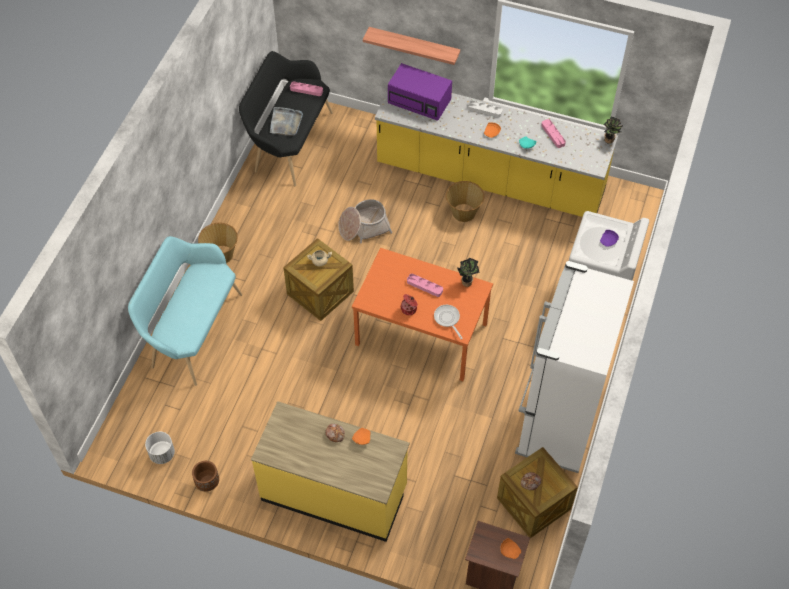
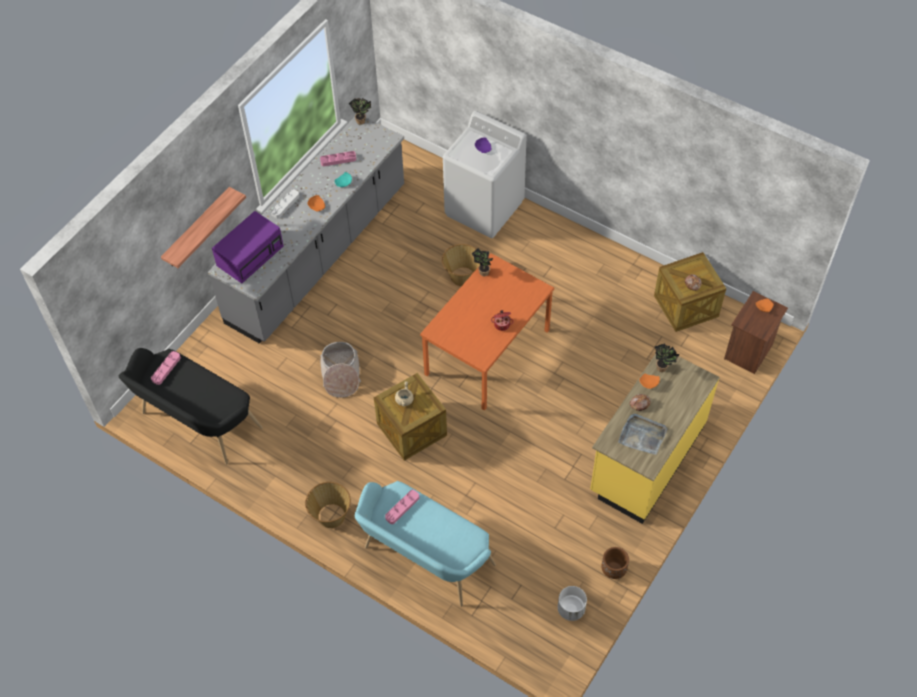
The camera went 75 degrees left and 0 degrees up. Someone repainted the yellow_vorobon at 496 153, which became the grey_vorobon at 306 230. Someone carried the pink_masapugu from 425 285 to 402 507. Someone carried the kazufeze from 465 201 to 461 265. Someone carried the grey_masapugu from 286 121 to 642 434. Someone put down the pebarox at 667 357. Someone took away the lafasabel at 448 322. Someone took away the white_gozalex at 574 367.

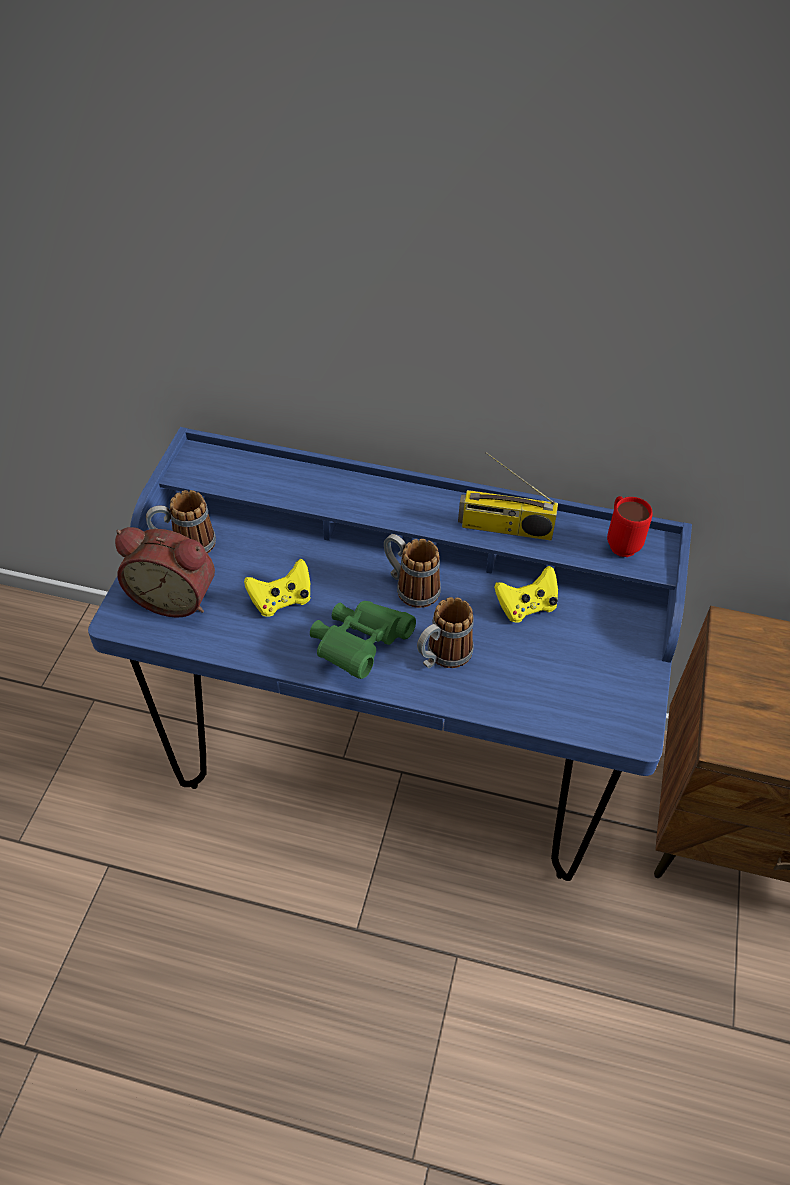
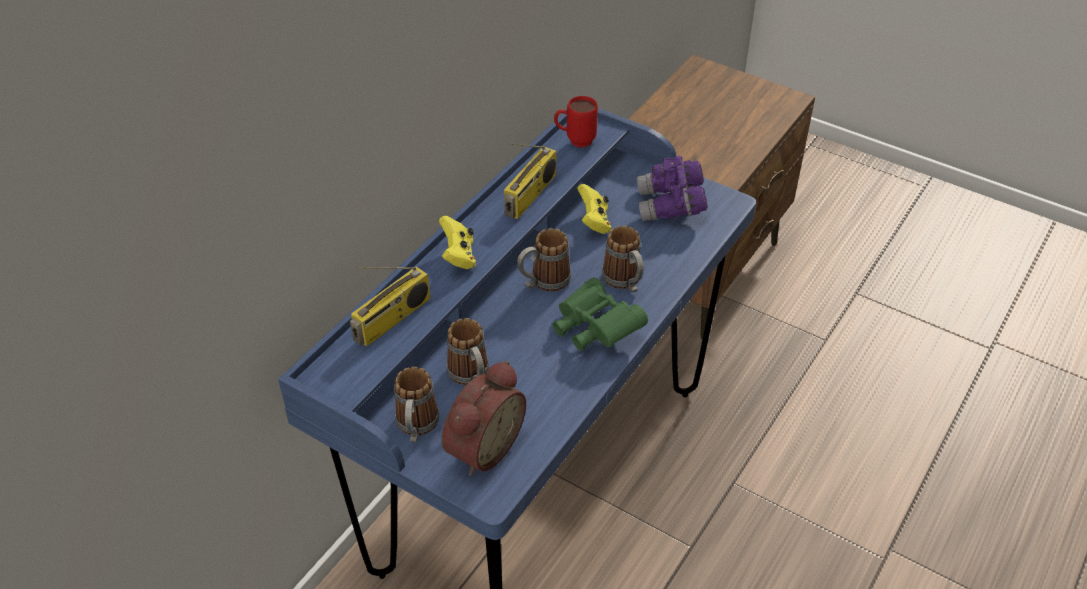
The camera went 70 degrees left and 5 degrees down. Someone put down the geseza at 390 306. Someone carried the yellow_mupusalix from 277 588 to 457 242. Someone put down the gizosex at 468 351. Someone put down the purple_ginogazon at 672 188.

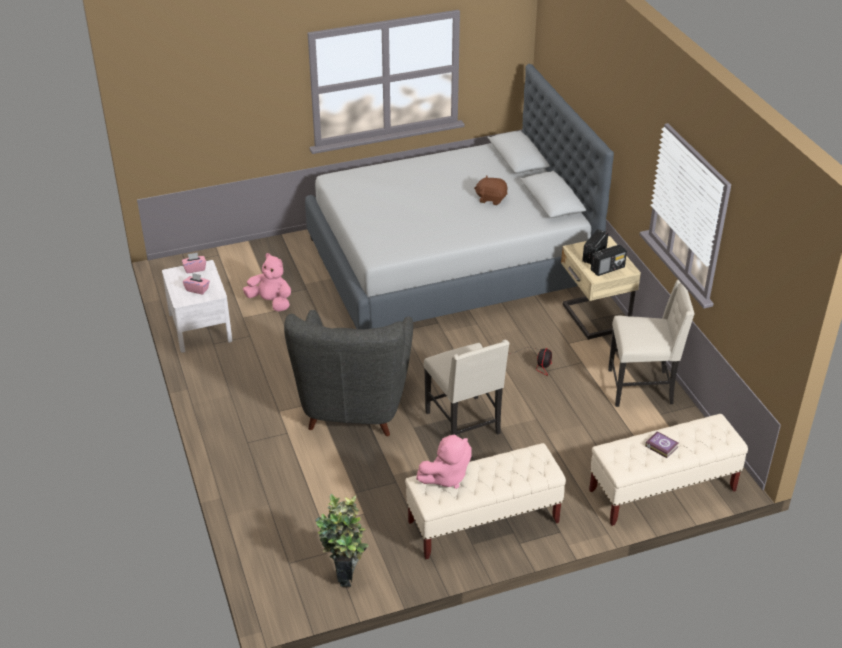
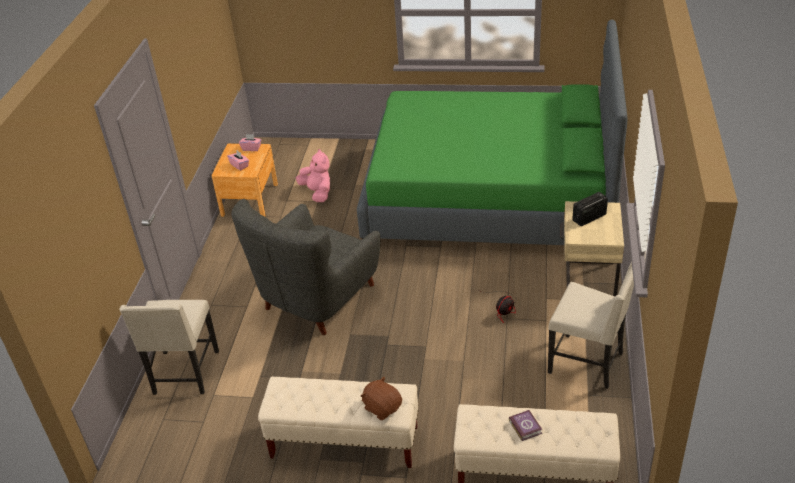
The camera went 30 degrees right and 0 degrees up. Someone carried the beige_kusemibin from 466 388 to 169 347. Someone repainted the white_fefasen at 197 306, which became the brown_fefasen at 244 180. Someone repainted the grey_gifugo at 459 196, which became the green_gifugo at 492 132. Someone carried the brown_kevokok from 491 190 to 381 398. Someone took away the pebarox at 342 540. Someone took away the pink_kevokok at 444 461. Someone took away the geseza at 609 260.

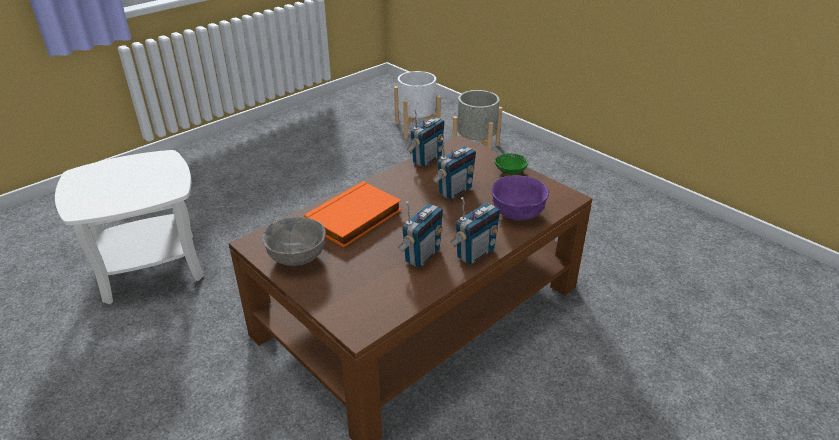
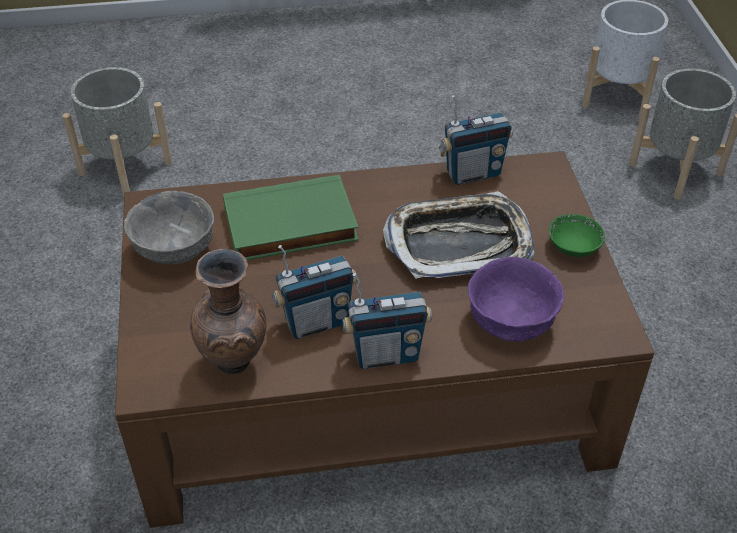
The camera went 35 degrees right and 10 degrees up. Someone swapped the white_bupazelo at 129 227 for the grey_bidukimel at 117 132. Someone put down the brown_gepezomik at 228 311. Someone repainted the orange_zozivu at 353 214, which became the green_zozivu at 291 217. Someone swapped the geseza at 454 169 for the masapugu at 459 235.

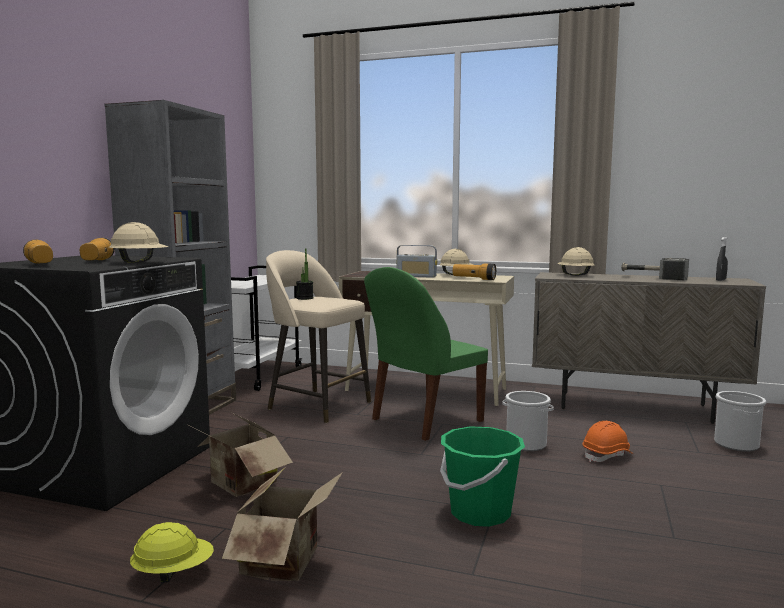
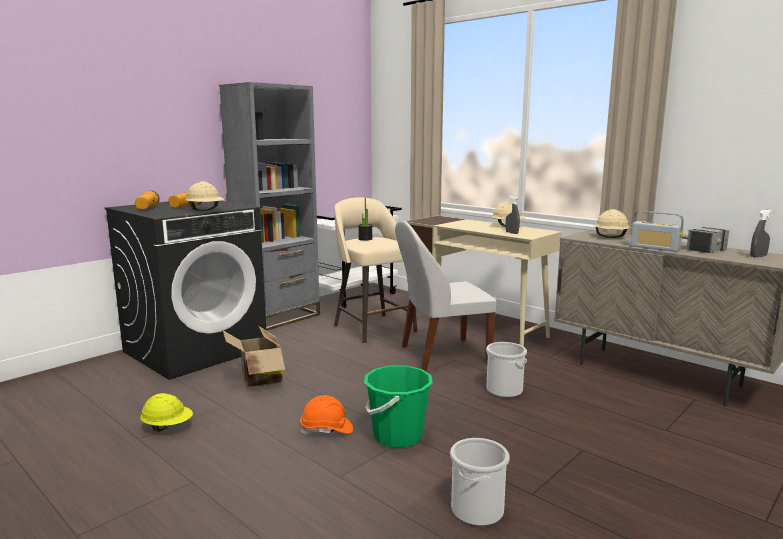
The camera went 25 degrees right and 5 degrees up. Someone carried the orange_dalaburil from 607 441 to 326 414. Someone repainted the green_kusemibin at 426 354, which became the white_kusemibin at 446 296. Someone carried the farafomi from 740 421 to 480 482. Someone swapped the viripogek at 474 271 for the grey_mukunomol at 512 215. Someone carried the geseza from 416 261 to 657 231. Someone took away the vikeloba at 282 524.

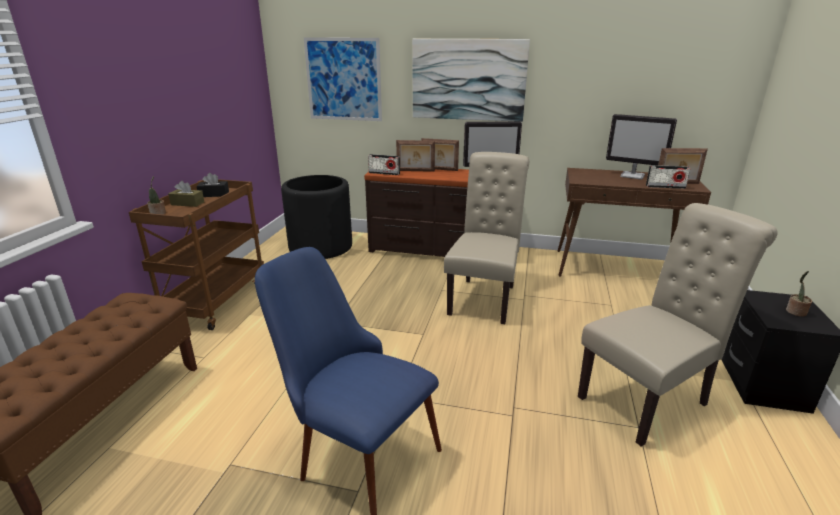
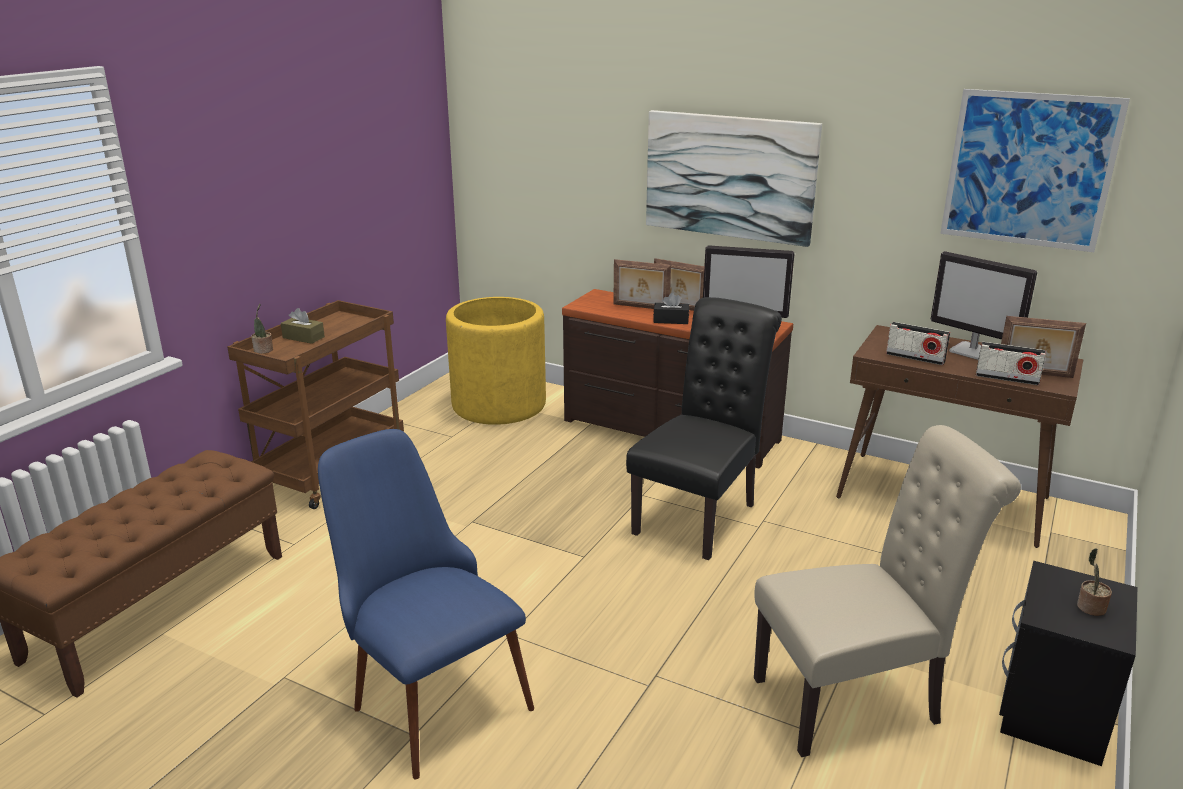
The camera went 15 degrees right and 0 degrees up. Someone repainted the black_bidukimel at 316 217, which became the yellow_bidukimel at 496 361. Someone repainted the beige_kusemibin at 486 238, which became the black_kusemibin at 704 428. Someone carried the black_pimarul from 212 185 to 671 308. Someone carried the geseza from 384 164 to 918 343. Someone carried the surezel from 343 79 to 1035 170.

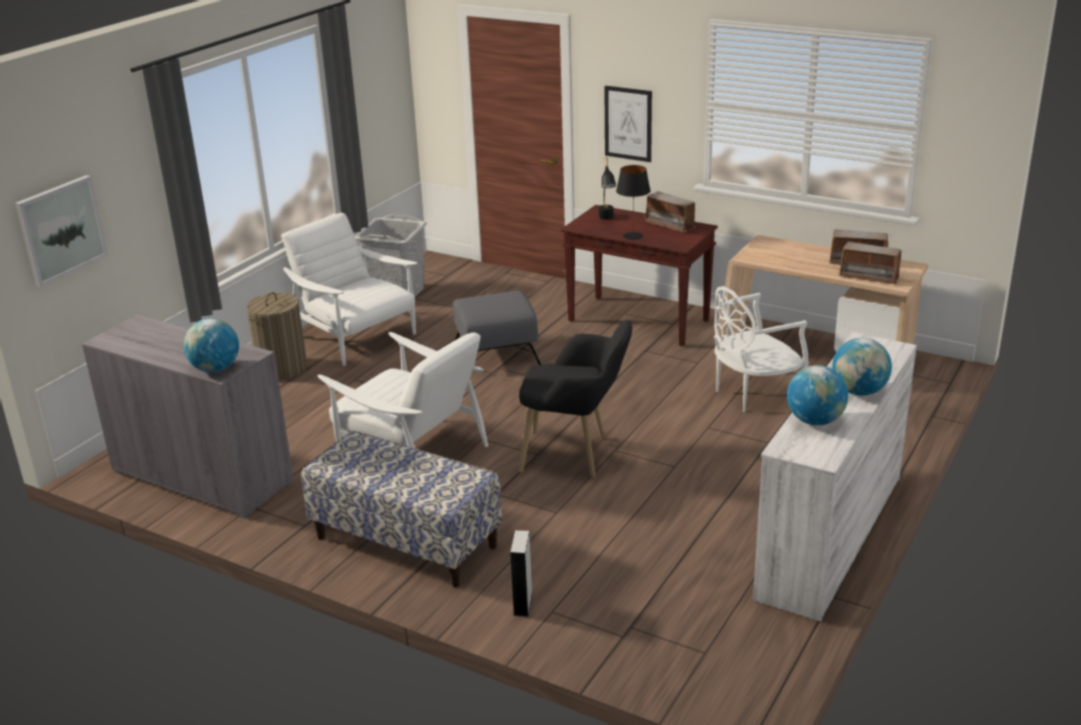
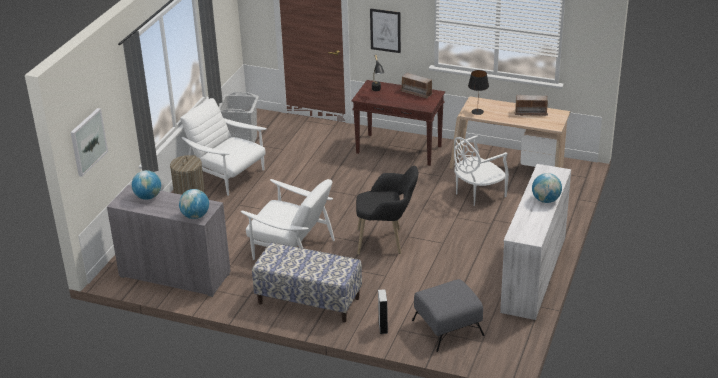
The camera went 10 degrees left and 5 degrees up. Someone carried the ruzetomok from 817 395 to 146 185. Someone carried the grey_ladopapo from 497 328 to 448 315. Someone carried the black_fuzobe from 633 202 to 478 92. Someone took away the geseza at 871 263.

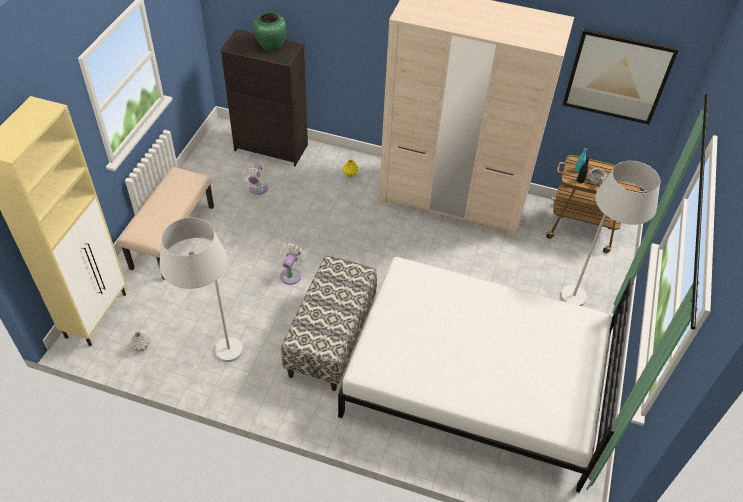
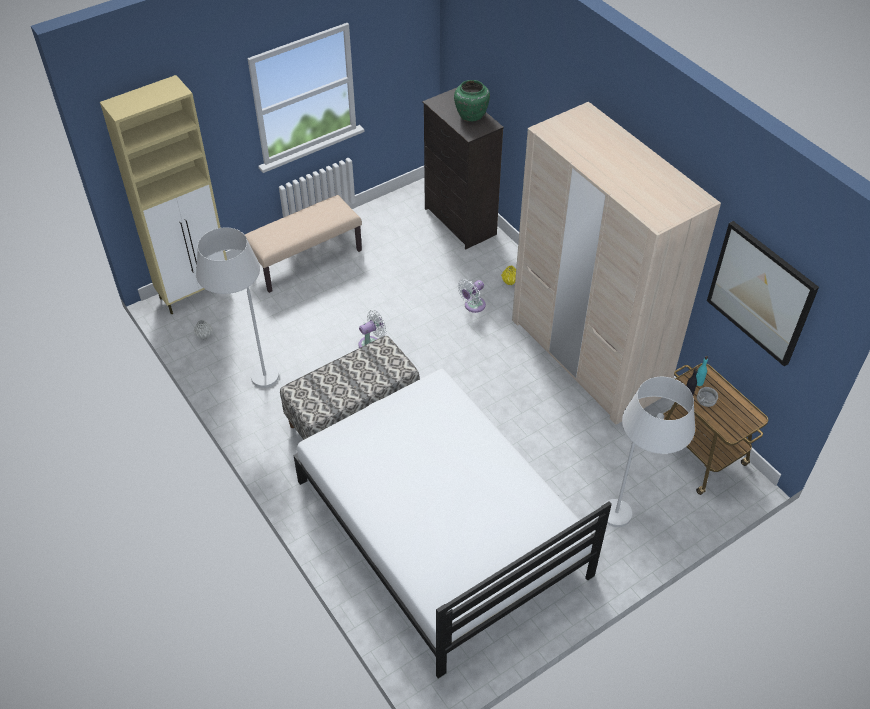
The camera went 40 degrees right and 0 degrees up. Someone carried the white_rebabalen from 255 180 to 472 296.

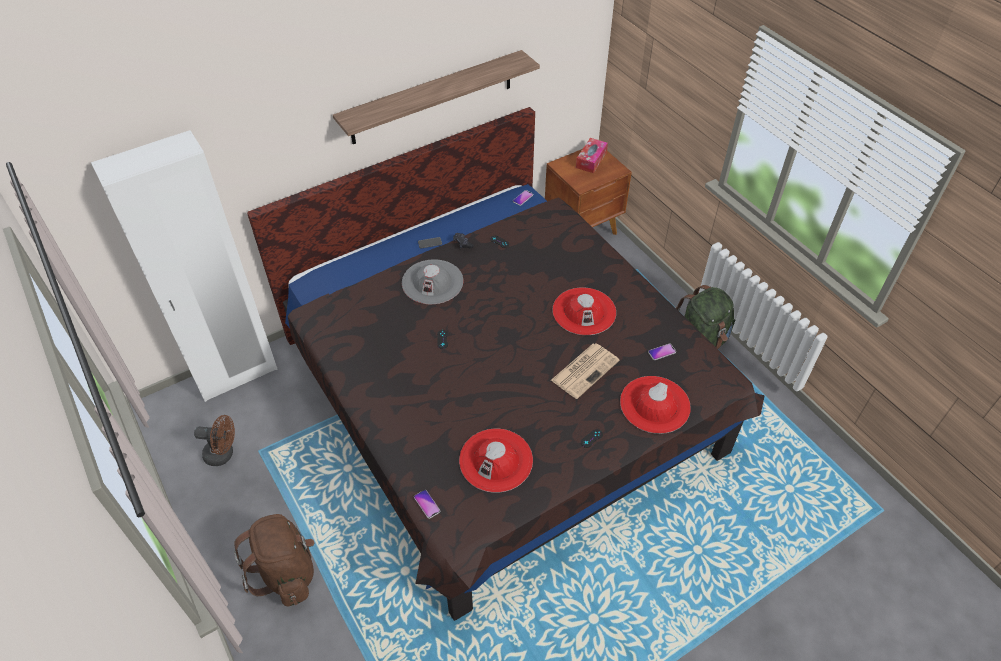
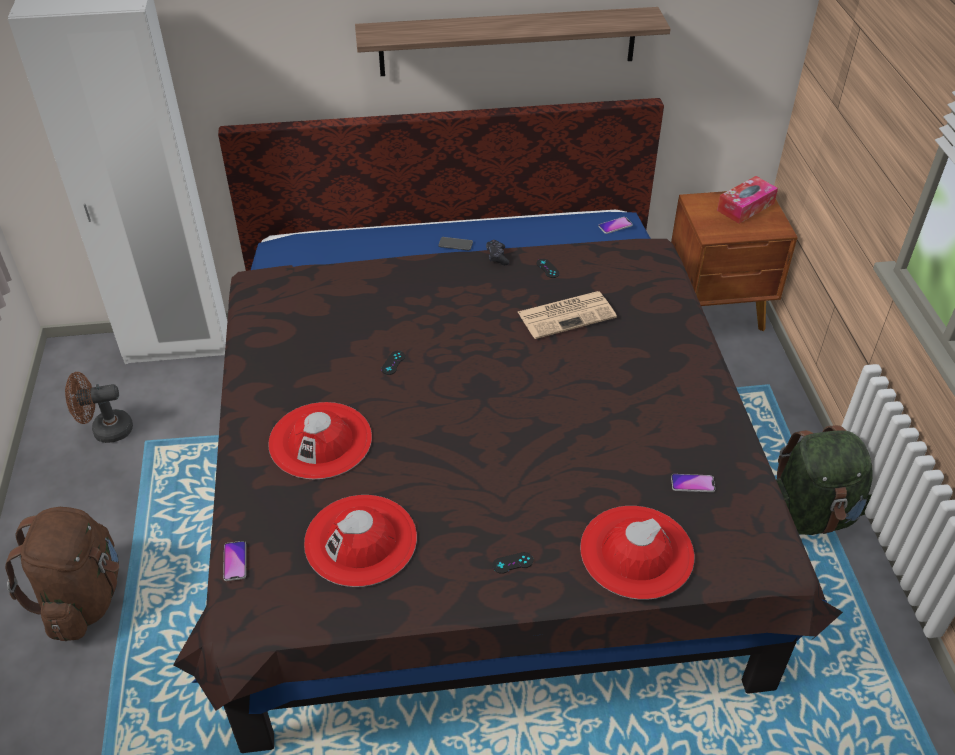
The camera went 25 degrees right and 5 degrees down. Someone rotated the brown_rebabalen at 214 440 by 135 degrees clockwise. Someone carried the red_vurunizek from 584 311 to 320 440. Someone carried the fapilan from 585 371 to 567 315. Someone took away the grey_vurunizek at 432 281.

